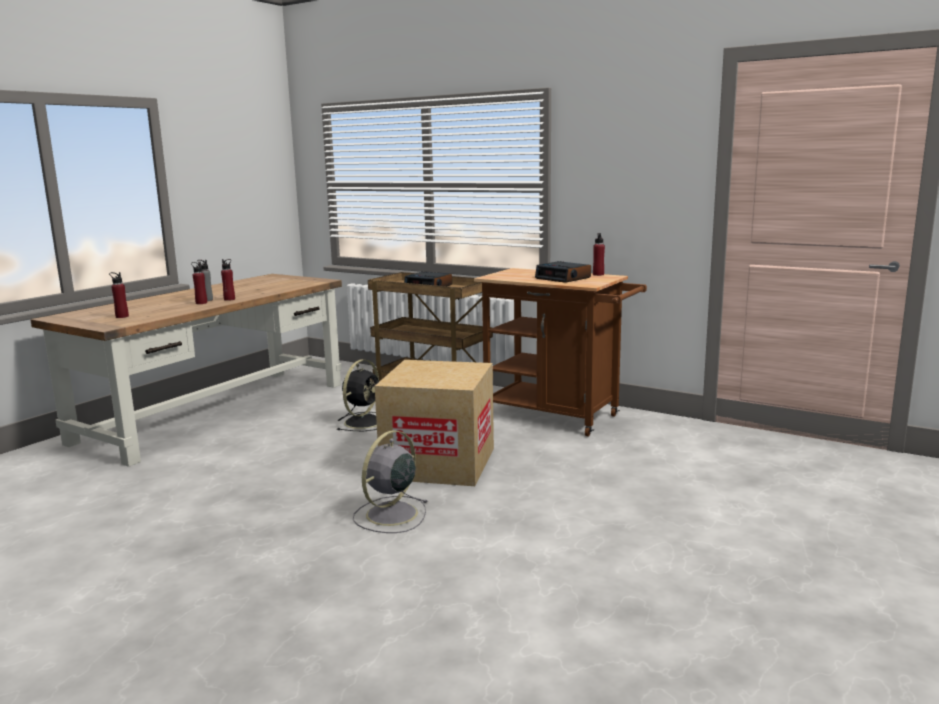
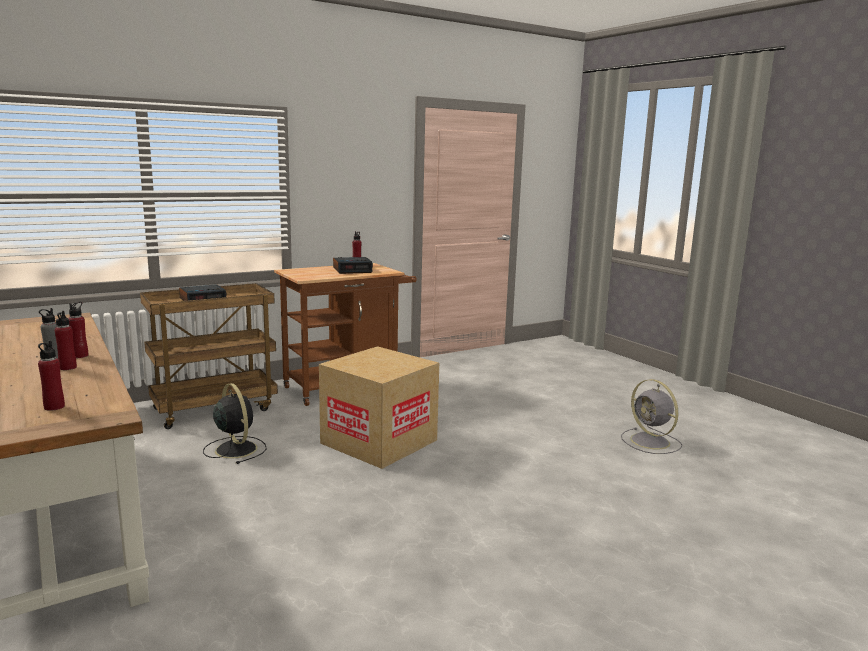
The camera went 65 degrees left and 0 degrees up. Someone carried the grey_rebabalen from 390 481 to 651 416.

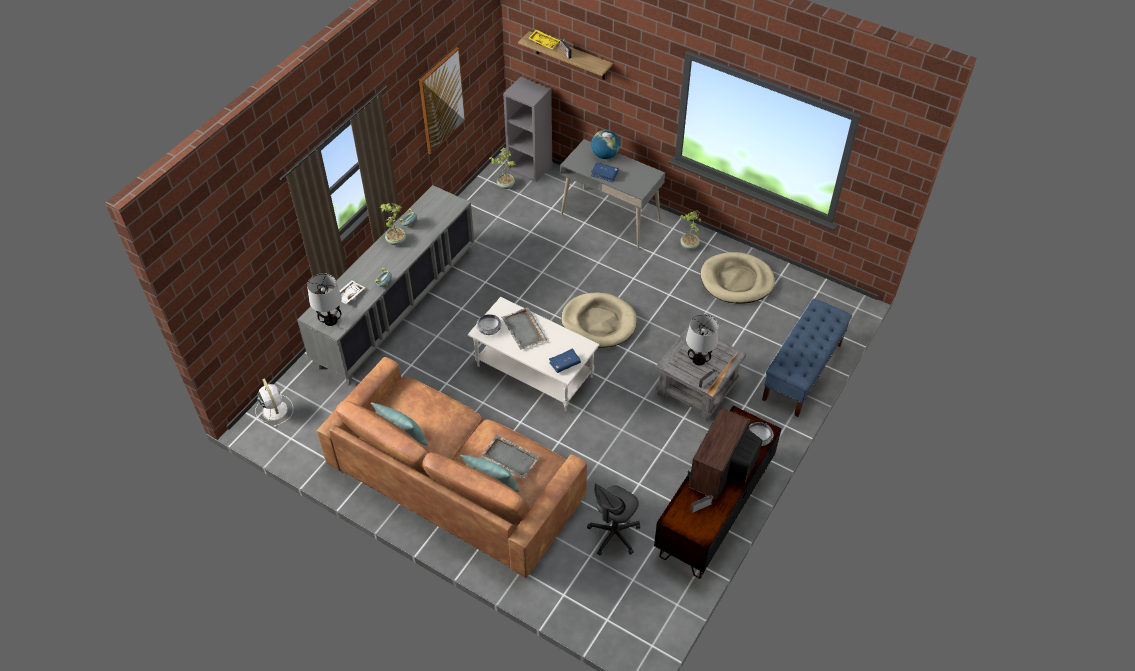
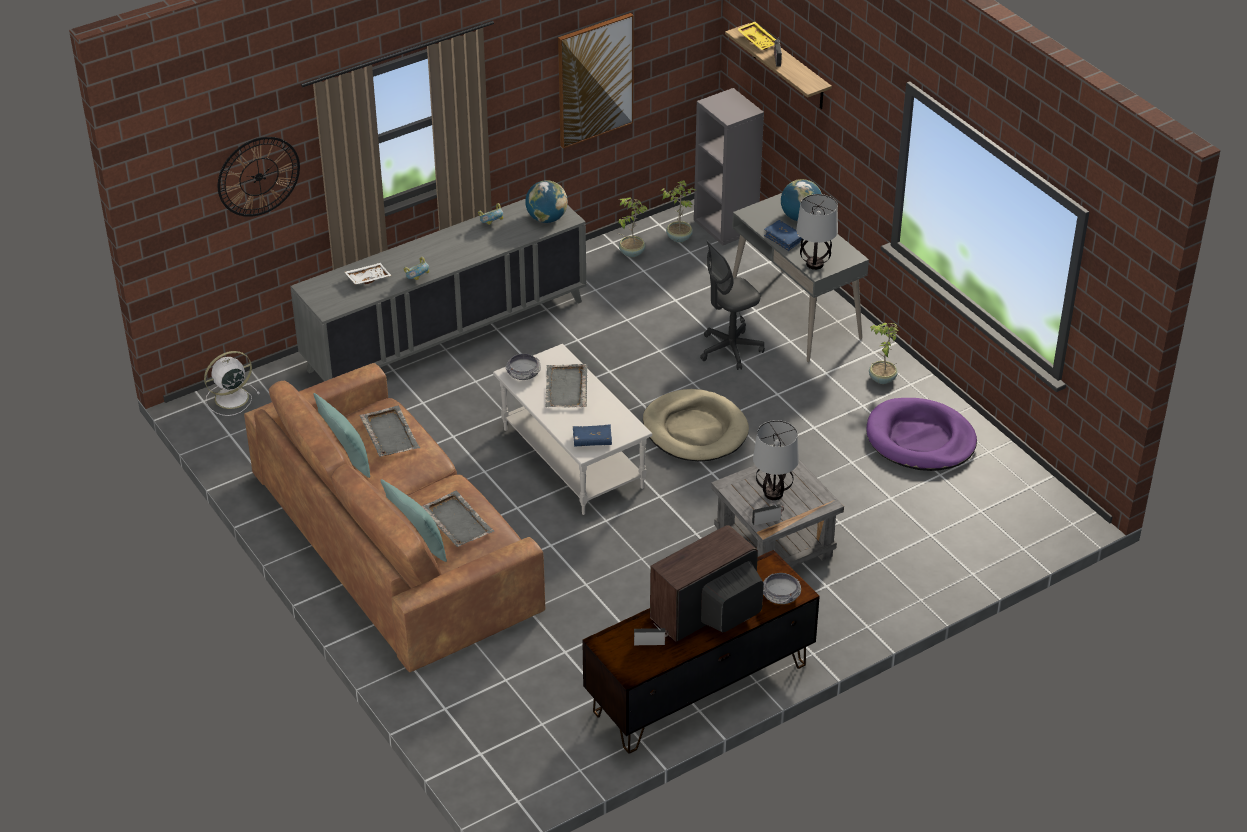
The camera went 25 degrees right and 10 degrees down. Someone rotated the white_rebabalen at 274 403 by 120 degrees counterclockwise. Someone put up the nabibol at 259 177. Someone put down the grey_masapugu at 389 431. Someone put down the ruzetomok at 546 201. Someone carried the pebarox from 393 224 to 633 227. Someone carried the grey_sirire from 613 519 to 732 305. Someone carried the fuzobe from 324 299 to 817 232. Someone repainted the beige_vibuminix at 738 278, which became the purple_vibuminix at 921 434. Someone took away the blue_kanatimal at 807 358.

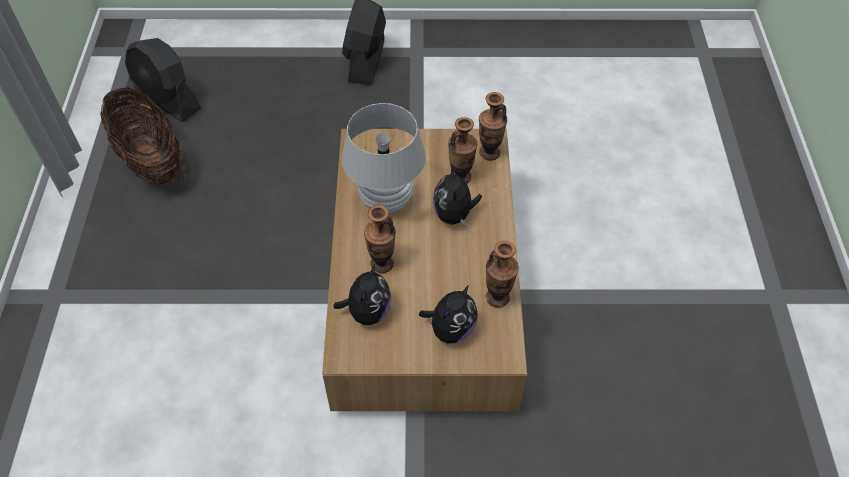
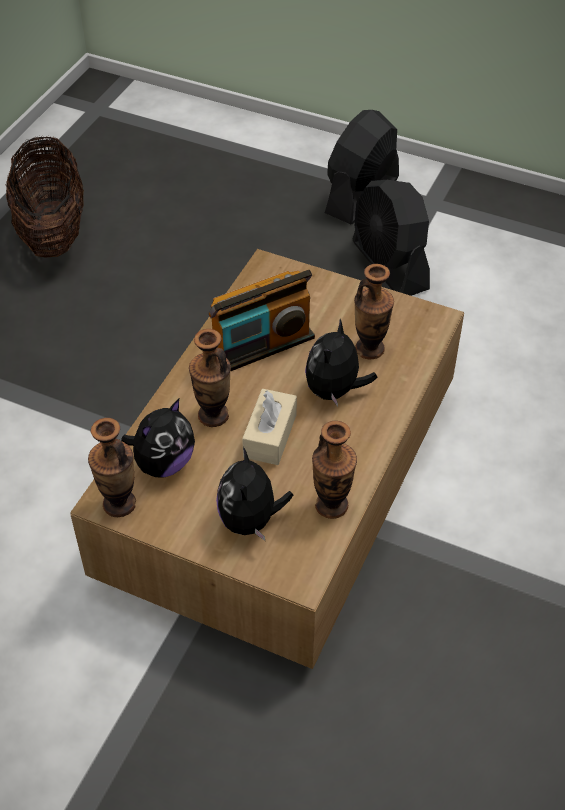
The camera went 25 degrees right and 5 degrees down. Someone carried the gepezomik from 493 126 to 112 467. Someone swapped the white_fuzobe at 384 158 for the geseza at 261 321. Someone rotated the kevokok at 448 314 by 120 degrees clockwise. Someone put down the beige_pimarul at 269 427. Someone carried the black_rebabalen from 163 80 to 391 238.

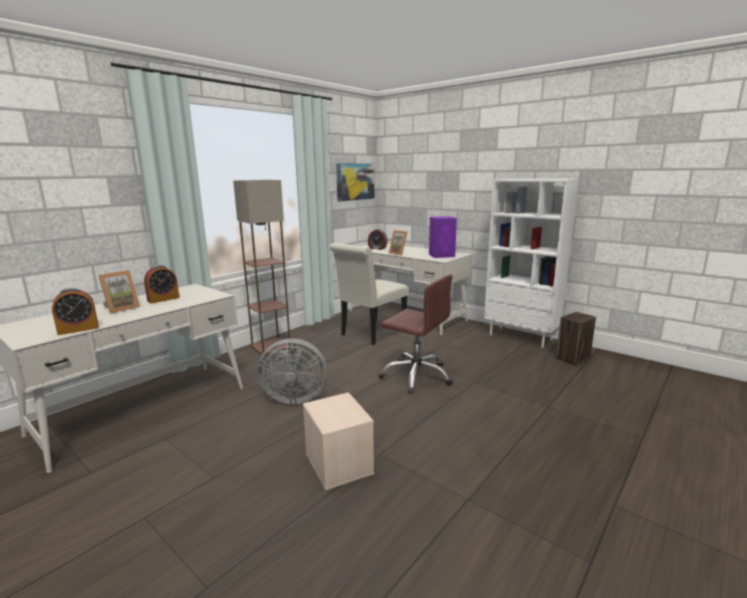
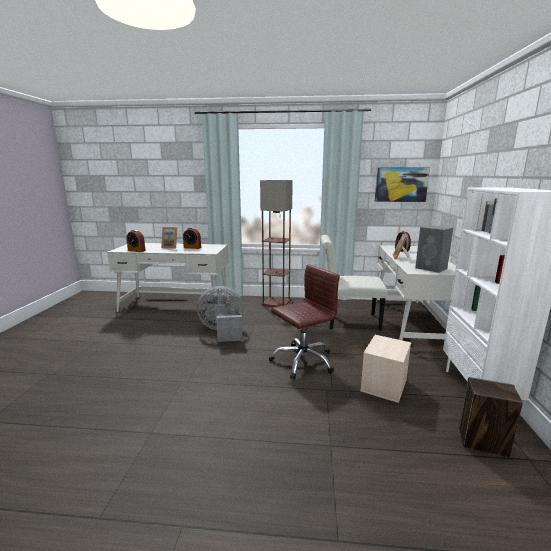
The camera went 55 degrees right and 0 degrees up. Someone rotated the grey_rebabalen at 292 371 by 120 degrees clockwise. Someone rotated the brown_sirire at 416 334 by 120 degrees counterclockwise. Someone carried the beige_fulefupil from 338 441 to 385 369. Someone repainted the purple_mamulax at 443 237, which became the grey_mamulax at 434 249.

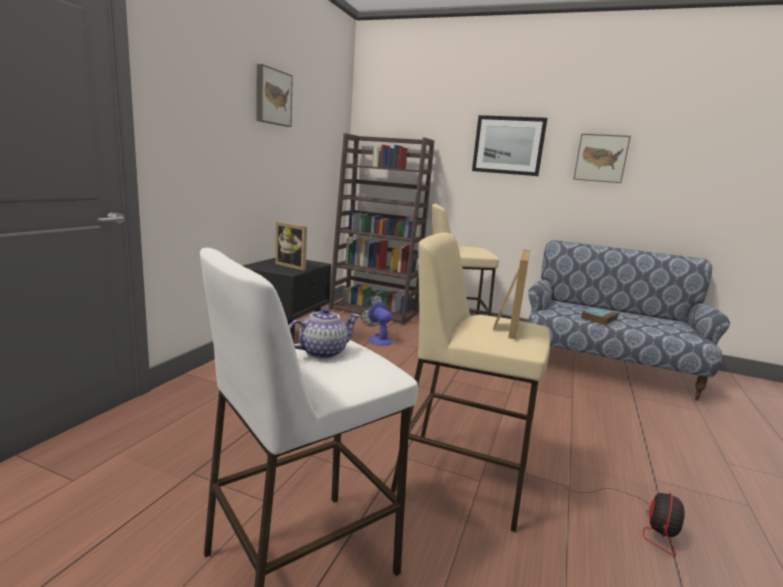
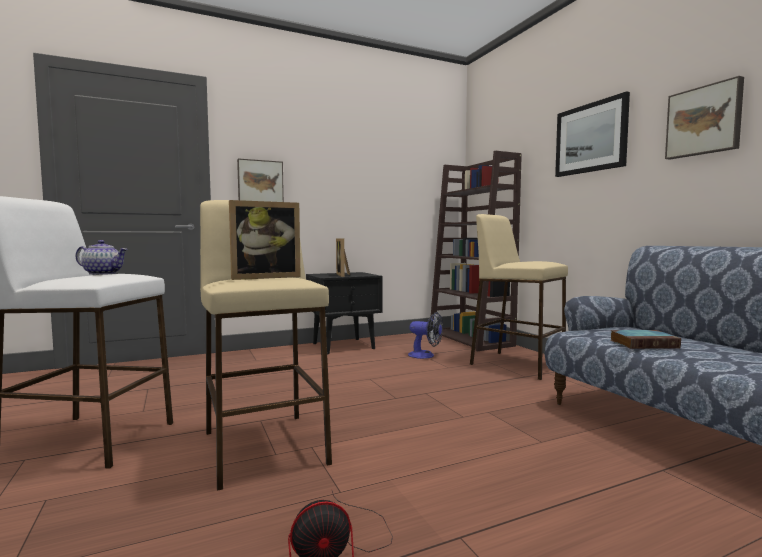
The camera went 45 degrees right and 10 degrees down. Someone carried the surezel from 275 95 to 260 180. Someone rotated the rebabalen at 376 320 by 105 degrees clockwise.

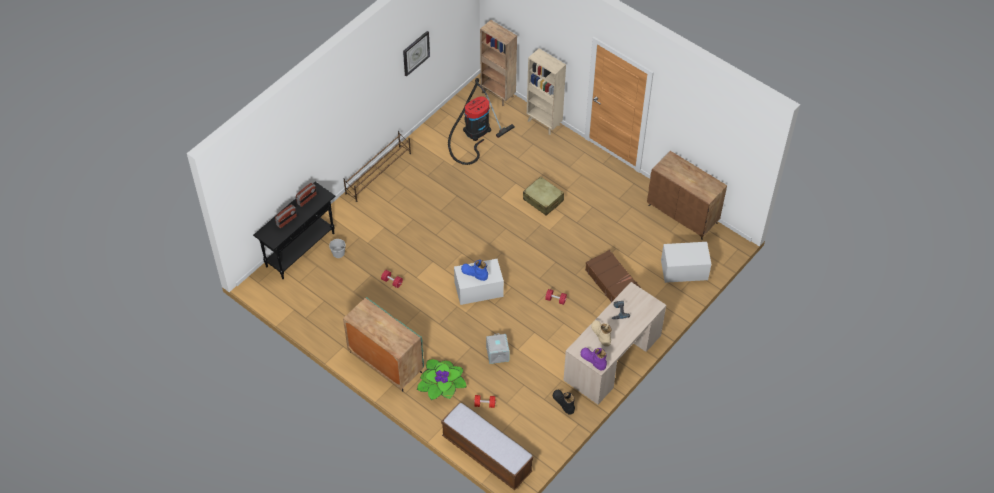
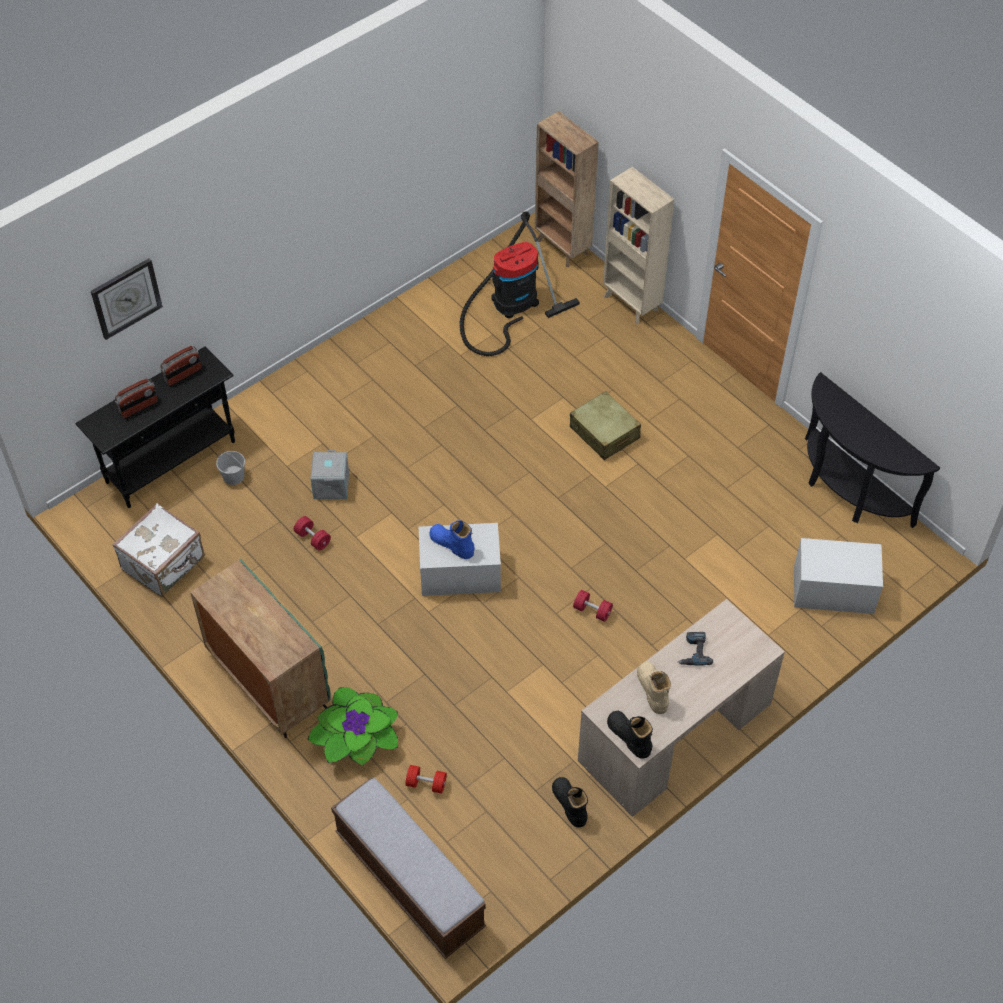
The camera went 10 degrees right and 0 degrees up. Someone carried the nabibol from 416 54 to 127 299. Someone put down the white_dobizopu at 158 550. Someone carried the grey_fulefupil from 498 348 to 329 475. Someone repainted the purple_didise at 594 359, which became the black_didise at 630 734. Someone swapped the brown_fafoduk at 687 195 for the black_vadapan at 872 450. Someone took away the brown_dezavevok at 377 166. Someone took away the brown_dobizopu at 612 276.

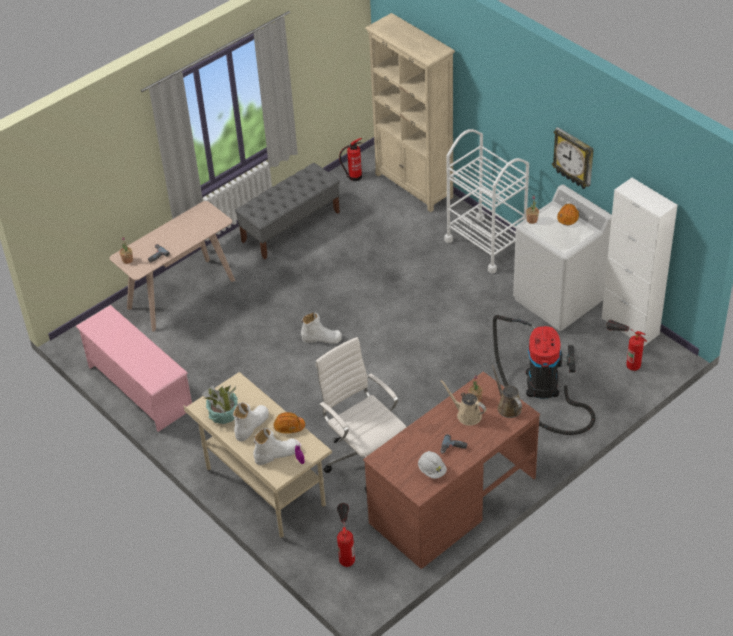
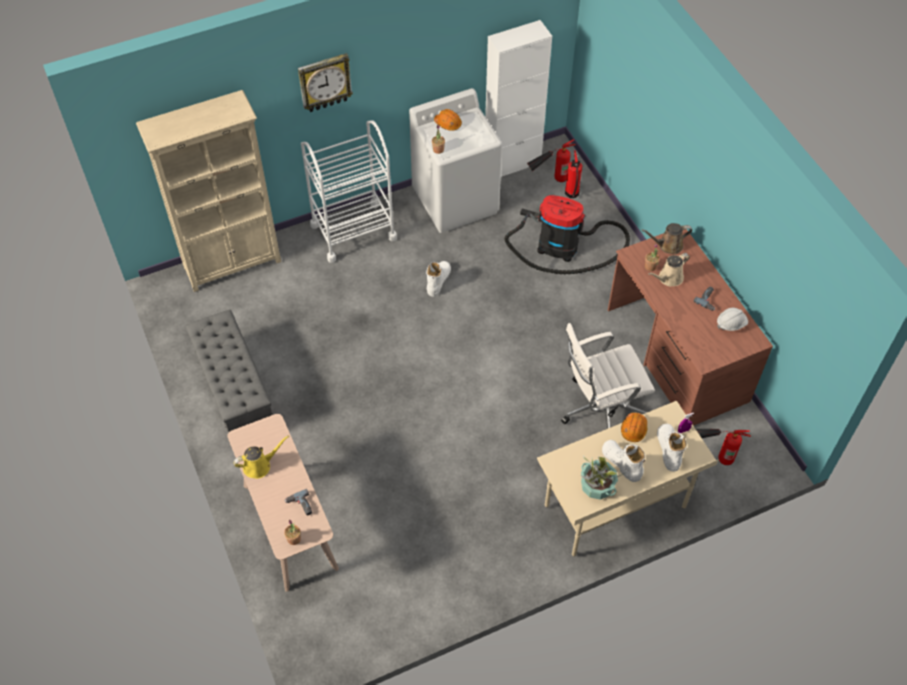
The camera went 75 degrees left and 10 degrees up. Someone put down the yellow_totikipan at 261 457. Someone carried the nabibol from 573 158 to 325 82. Someone carried the white_didise from 321 328 to 438 279. Someone carried the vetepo from 350 159 to 573 174. Someone took away the pink_dezavevok at 133 368.

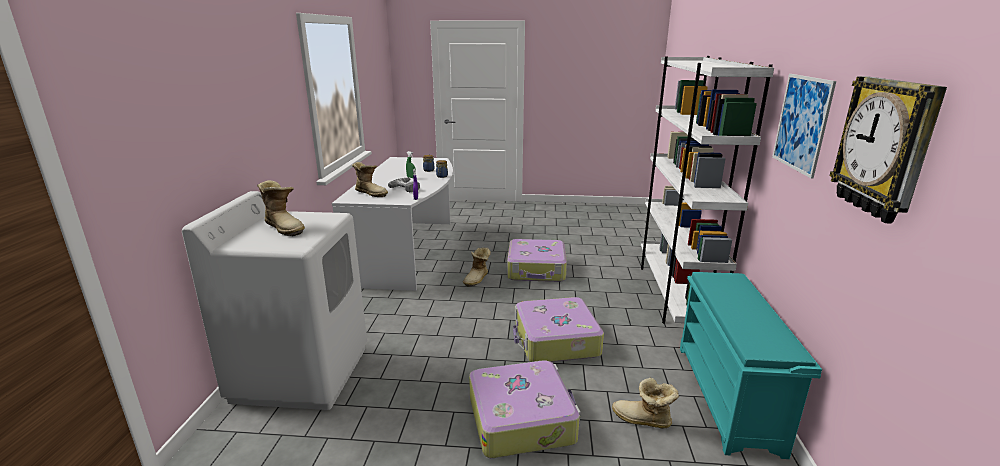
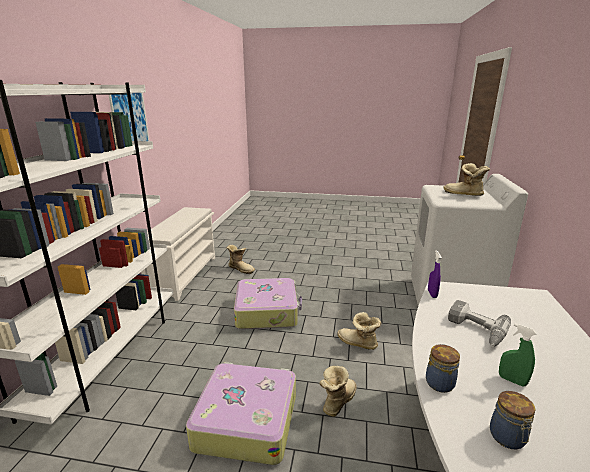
The camera went 175 degrees left and 0 degrees up. Someone repainted the turquoise_dezavevok at 751 365, which became the white_dezavevok at 178 254. Someone carried the didise from 370 179 to 359 331. Someone took away the dobizopu at 524 409. Someone took away the nabibol at 888 149.

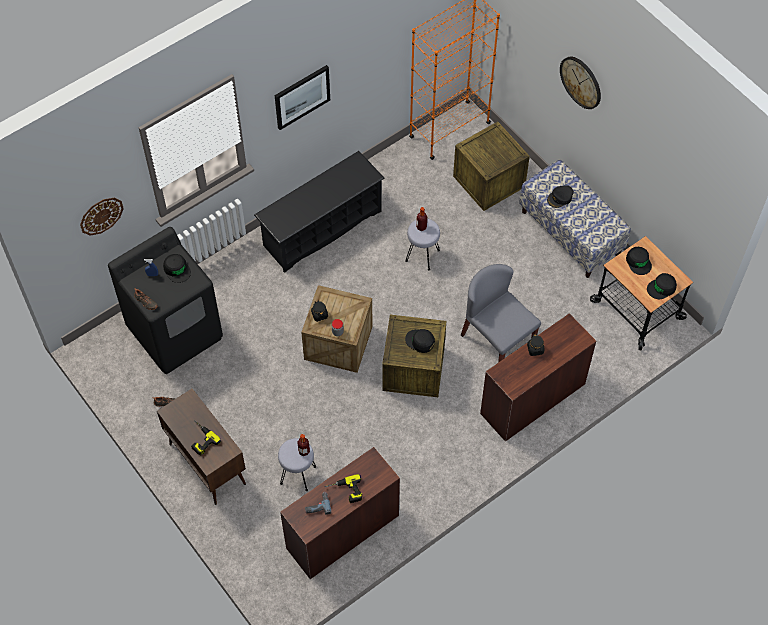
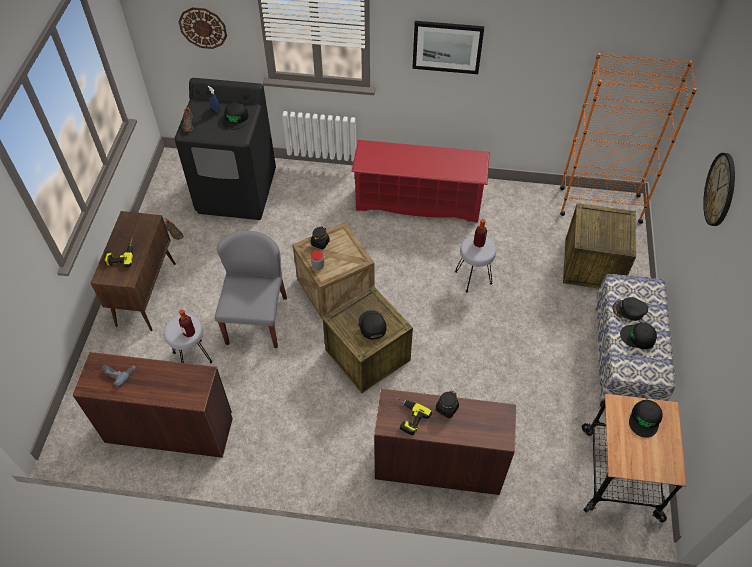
The camera went 45 degrees right and 5 degrees down. Someone carried the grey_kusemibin from 501 313 to 251 289. Someone repainted the black_dezavevok at 319 212, which became the red_dezavevok at 420 181. Someone carried the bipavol from 343 488 to 412 415. Someone carried the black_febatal from 662 286 to 638 336.

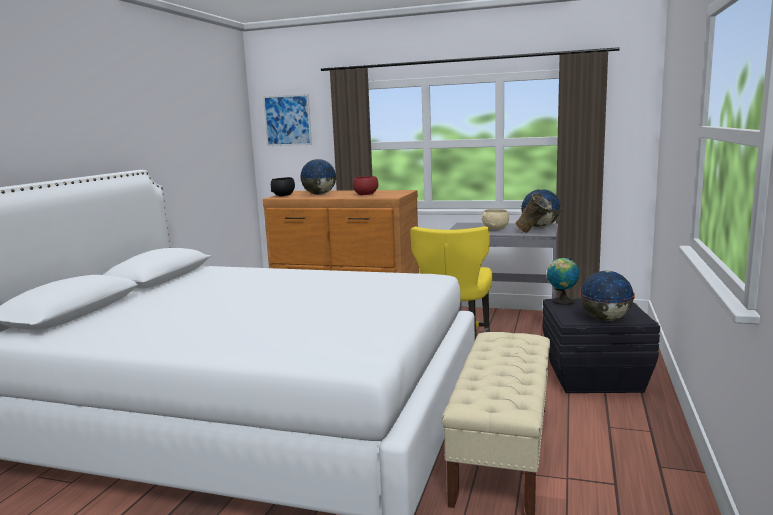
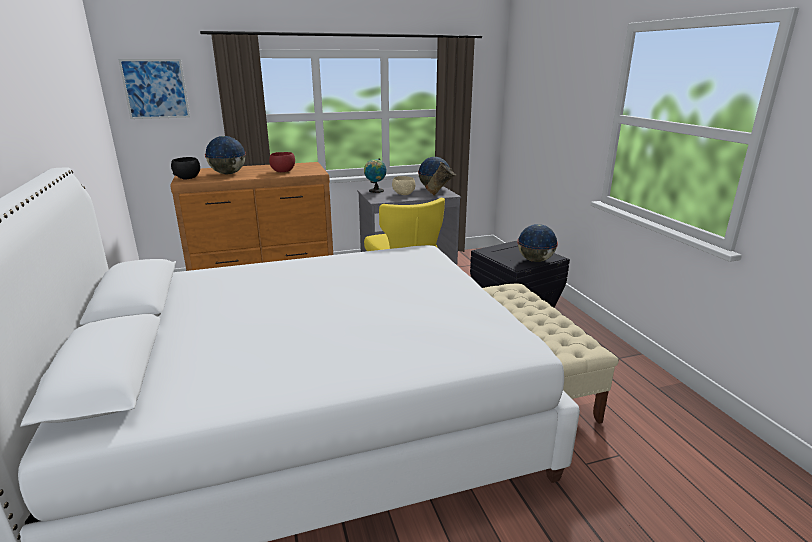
The camera went 35 degrees left and 10 degrees up. Someone carried the ruzetomok from 563 281 to 375 175.

